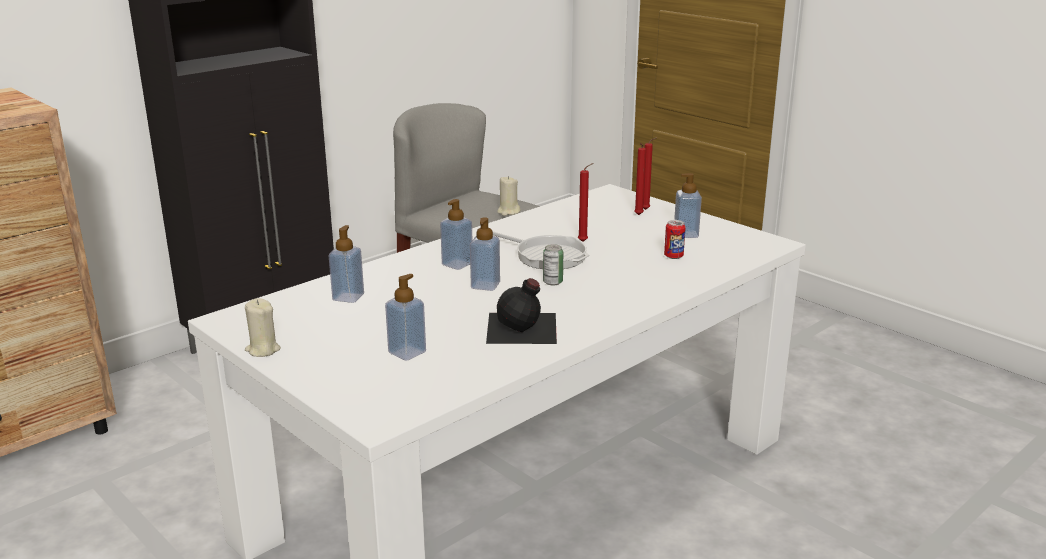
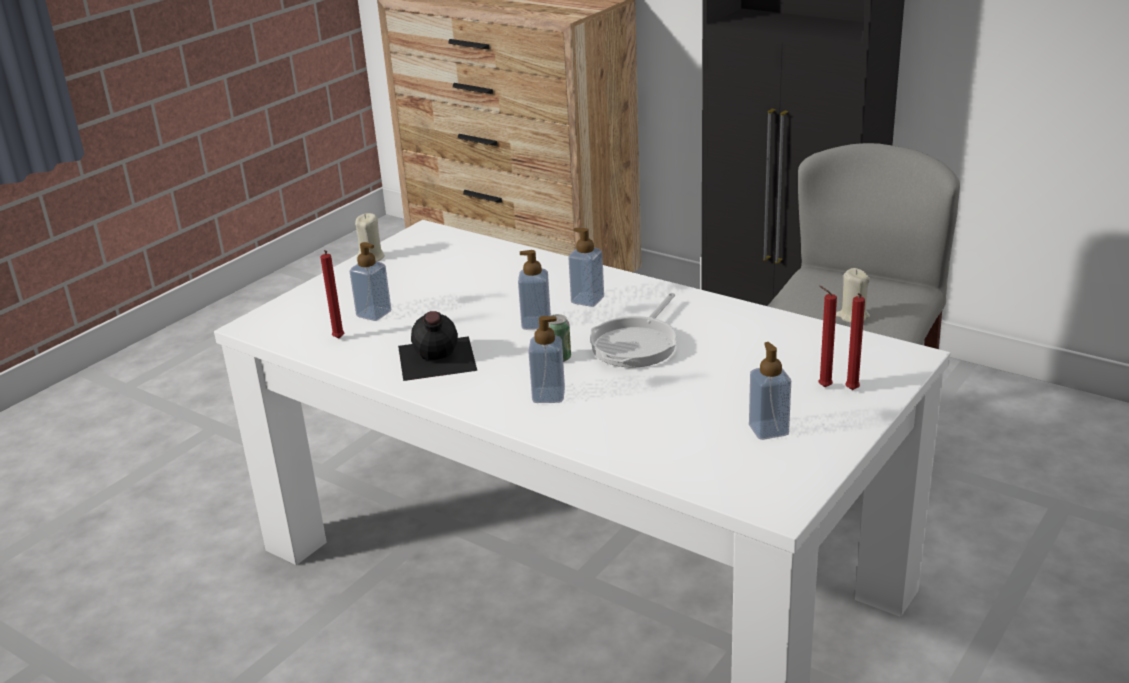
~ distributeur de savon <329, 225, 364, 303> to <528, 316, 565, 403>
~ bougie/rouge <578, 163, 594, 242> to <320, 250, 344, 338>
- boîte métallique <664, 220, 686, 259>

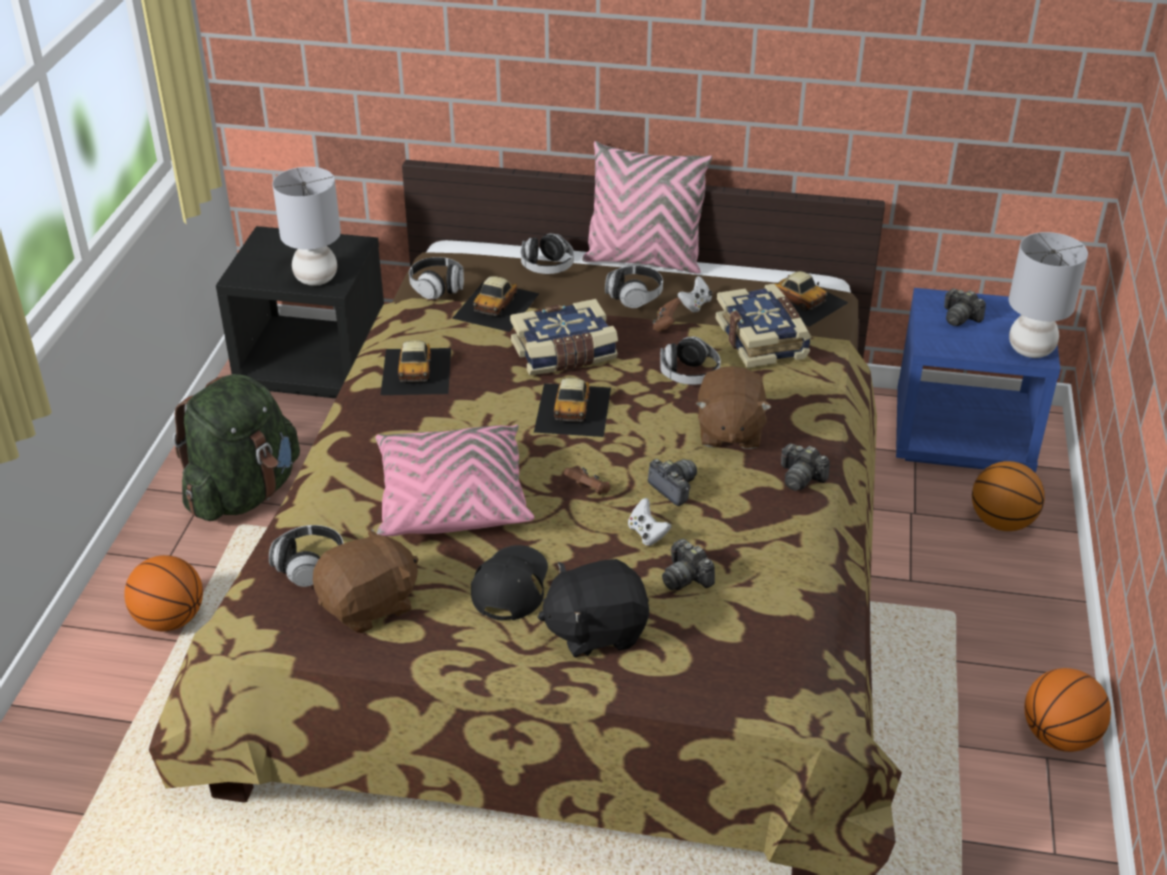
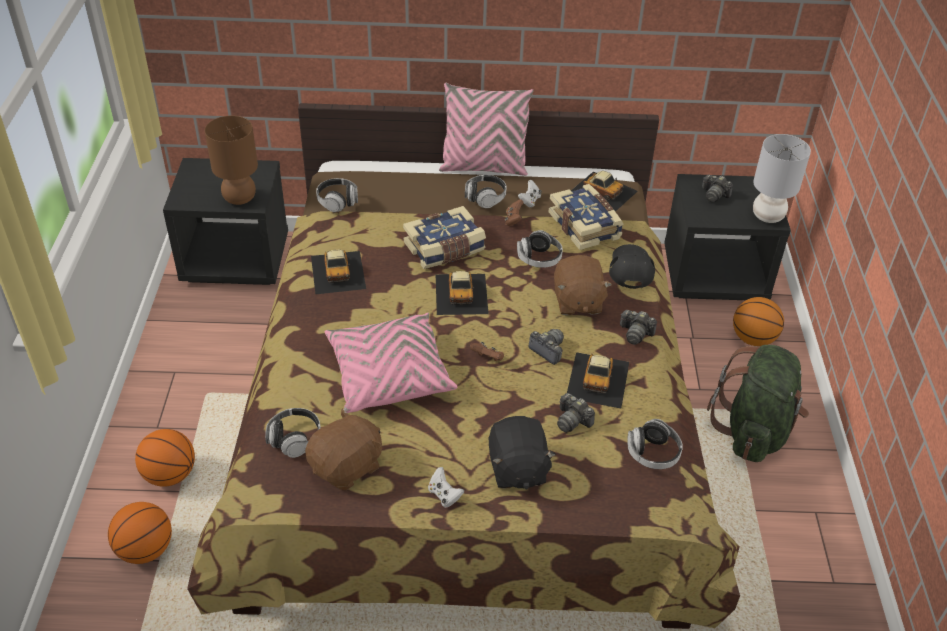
~ sac à dos/vert <173, 374, 300, 521> to <707, 345, 809, 462>
~ lampe de table/gris <272, 167, 341, 286> to lampe de table/marron <205, 116, 258, 205>
~ petite voiture <452, 276, 540, 332> to <567, 352, 630, 408>
~ casquette/noir <471, 545, 548, 620> to <609, 244, 655, 289>
~ casque audio <521, 233, 574, 274> to <627, 419, 683, 469>
~ peluche/noir <538, 559, 649, 658> = <489, 416, 556, 490> 75 degrees counterclockwise
~ manette/blanc <628, 498, 671, 546> to <428, 467, 464, 508>
~ table de chevet/bleu <896, 288, 1061, 473> to table de chevet/noir <664, 174, 791, 300>
~ ballon de basket <1024, 668, 1111, 752> to <108, 502, 172, 564>

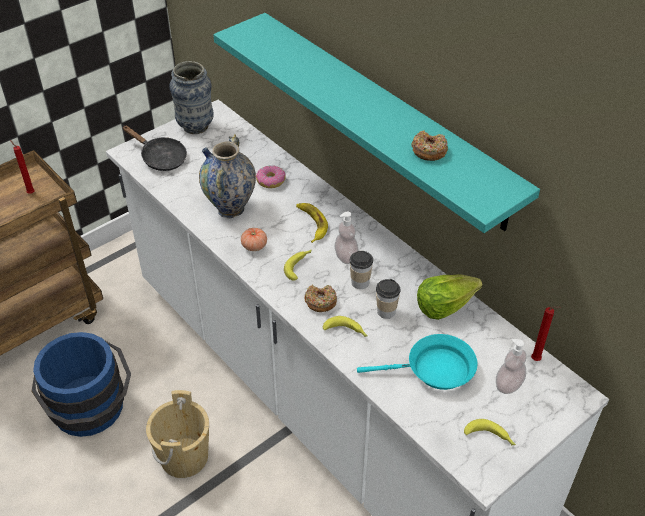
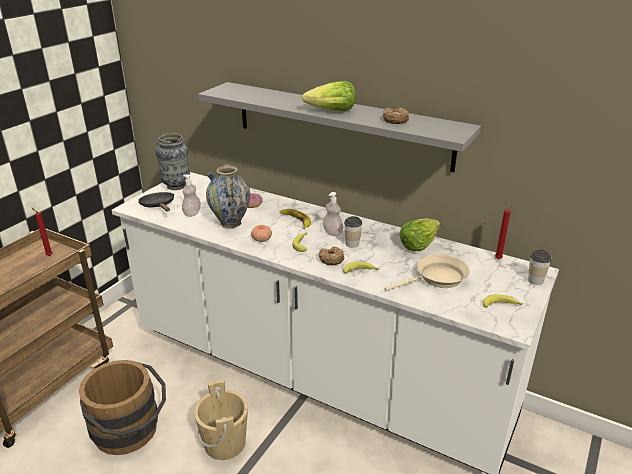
~ seau/bleu <32, 332, 131, 437> to seau/marron <79, 360, 166, 455>
~ poêle/noir <122, 126, 187, 171> = <138, 192, 174, 212> 135 degrees counterclockwise
~ étagère/turquoise <213, 13, 540, 233> to étagère/gris <198, 82, 481, 172>
~ poêle/turquoise <357, 334, 478, 390> to poêle/beige <385, 254, 470, 291>
~ tasse <376, 279, 401, 319> to <528, 249, 552, 285>
~ distributeur de savon <496, 339, 527, 394> to <182, 174, 201, 217>
+ laitue <302, 81, 355, 111>

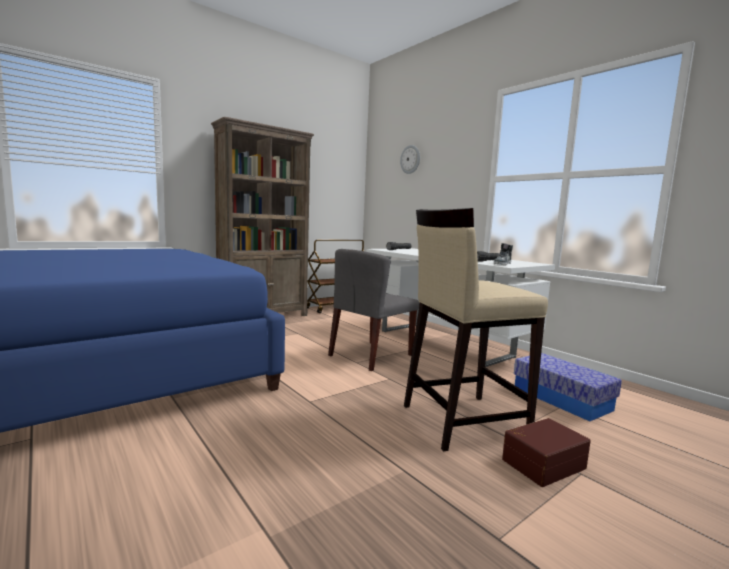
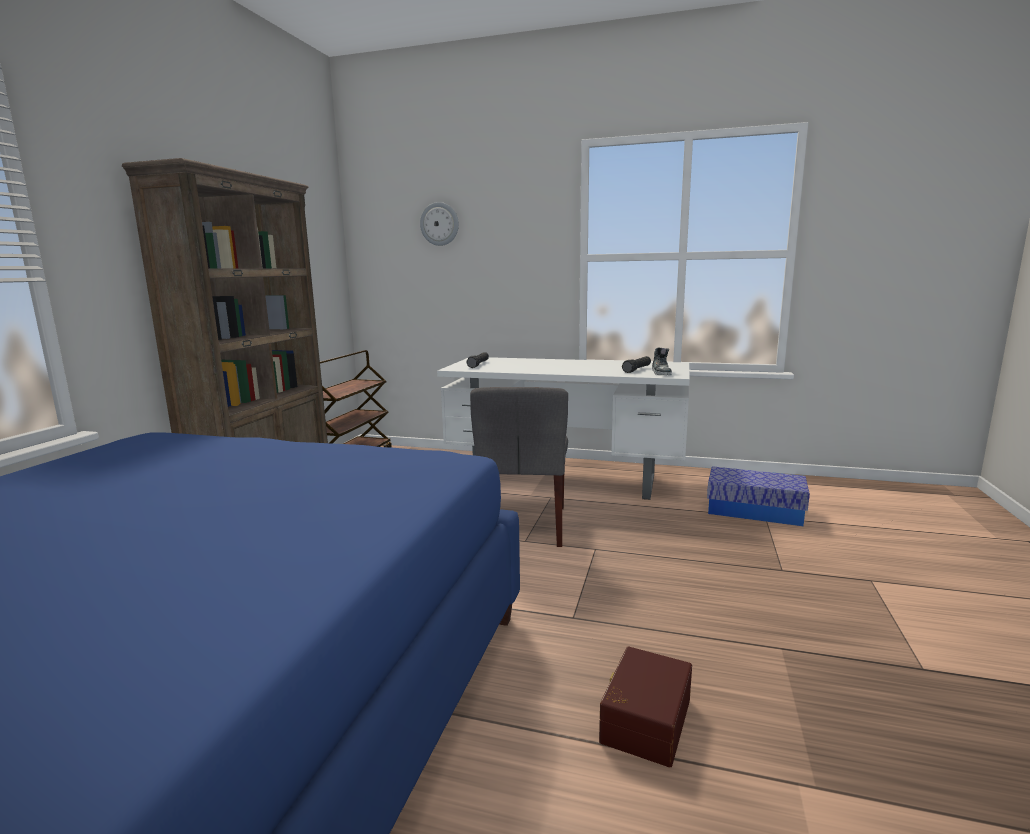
- tabouret/beige <404, 208, 548, 452>
~ boîte de rangement/marron <502, 418, 591, 487> to <599, 646, 692, 767>

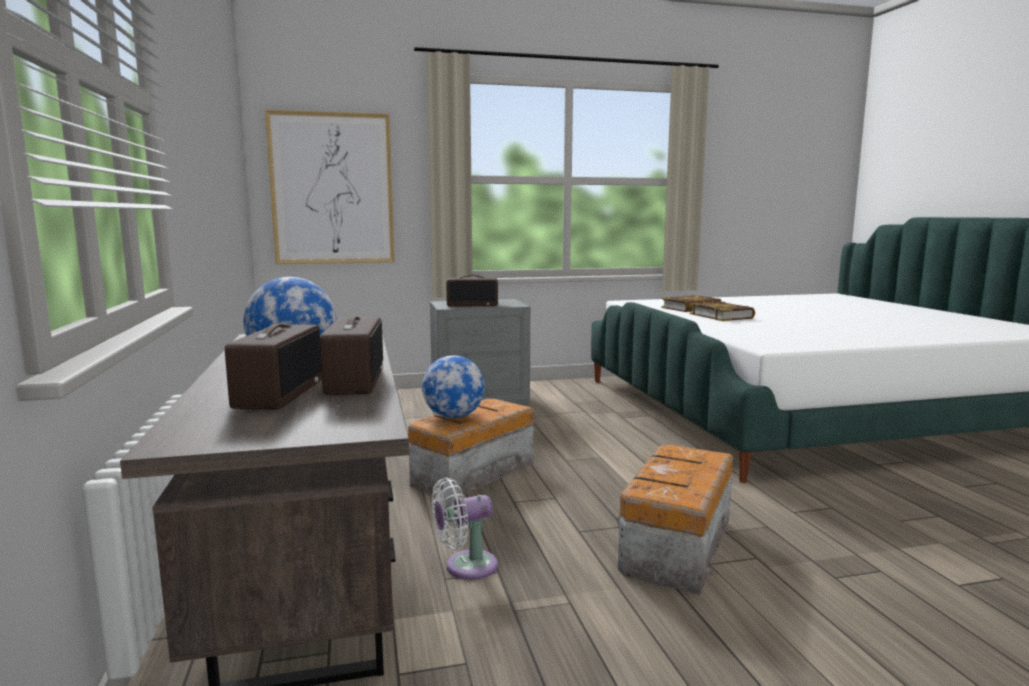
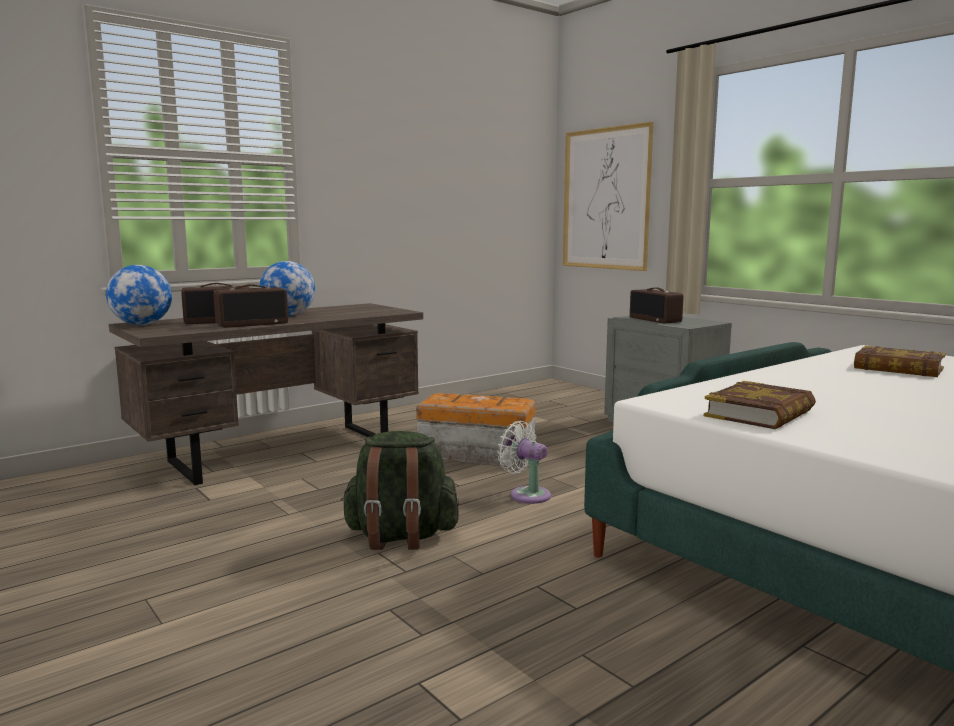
~ globe <422, 355, 485, 418> to <106, 265, 172, 325>
~ ventilateur/blanc <432, 478, 498, 580> to <497, 421, 551, 504>
~ boîte de rangement <617, 445, 733, 595> to sac à dos/vert <340, 431, 459, 550>
~ livre <690, 302, 755, 321> to <704, 381, 816, 429>

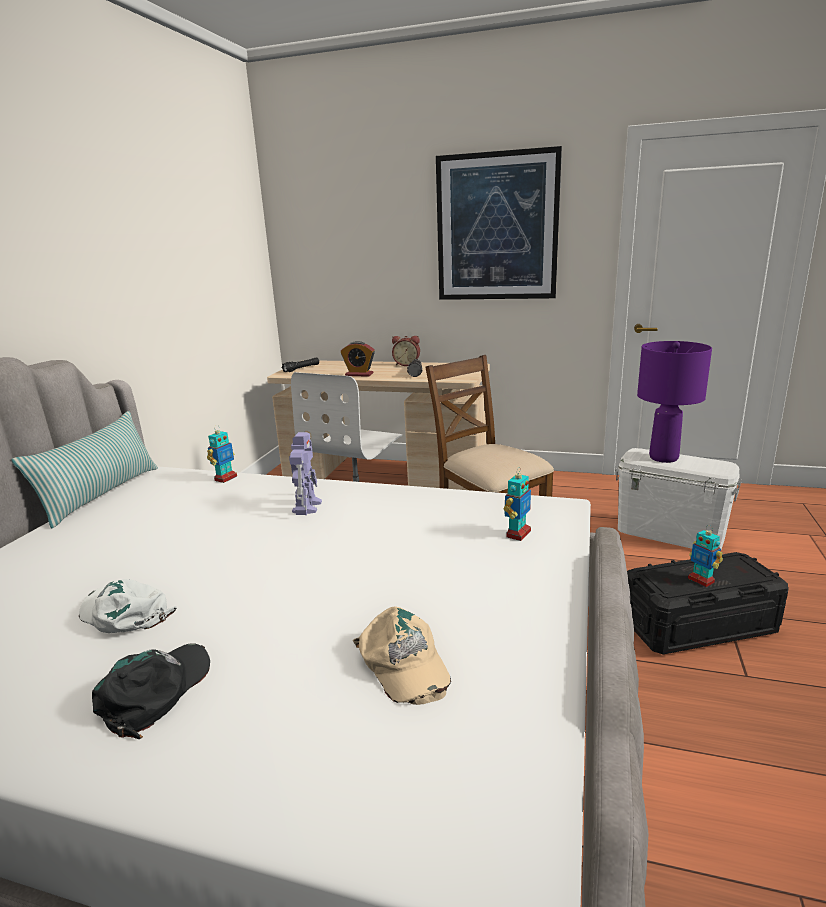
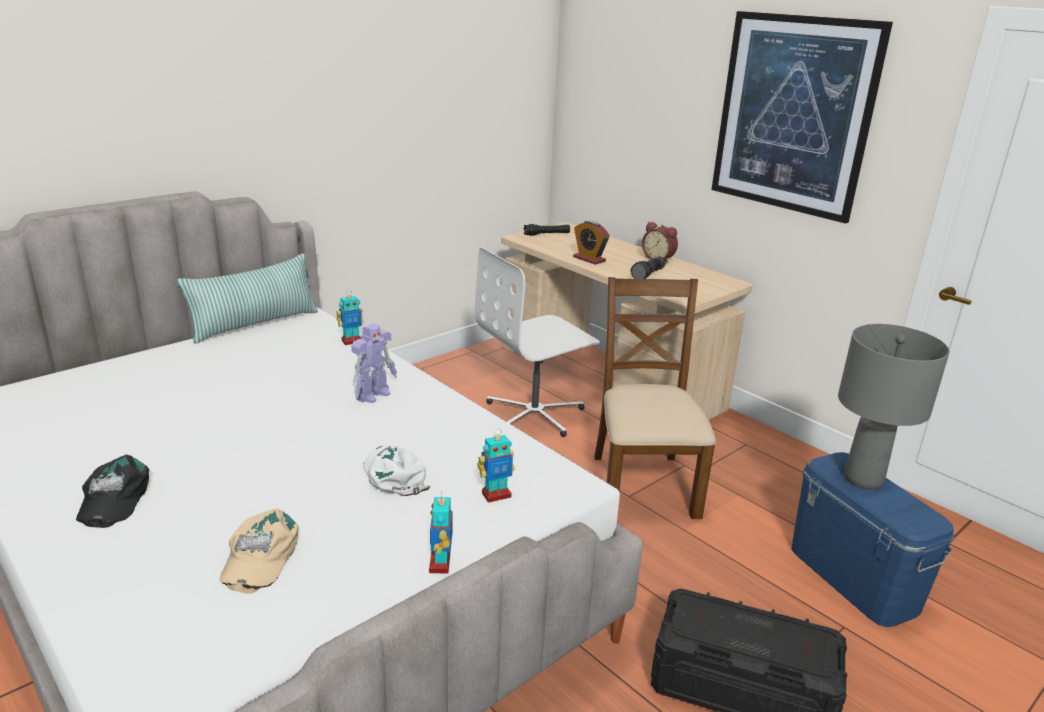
~ casquette/blanc <79, 579, 177, 633> to <363, 445, 430, 496>
~ casquette/noir <92, 643, 210, 739> = <76, 455, 149, 528> 120 degrees clockwise
~ boîte de rangement/blanc <616, 448, 742, 549> to boîte de rangement/bleu <791, 452, 954, 627>
~ lampe de table/violet <637, 341, 712, 463> to lampe de table/gris <838, 324, 950, 490>
~ robot jouet <688, 525, 723, 587> to <429, 491, 453, 574>

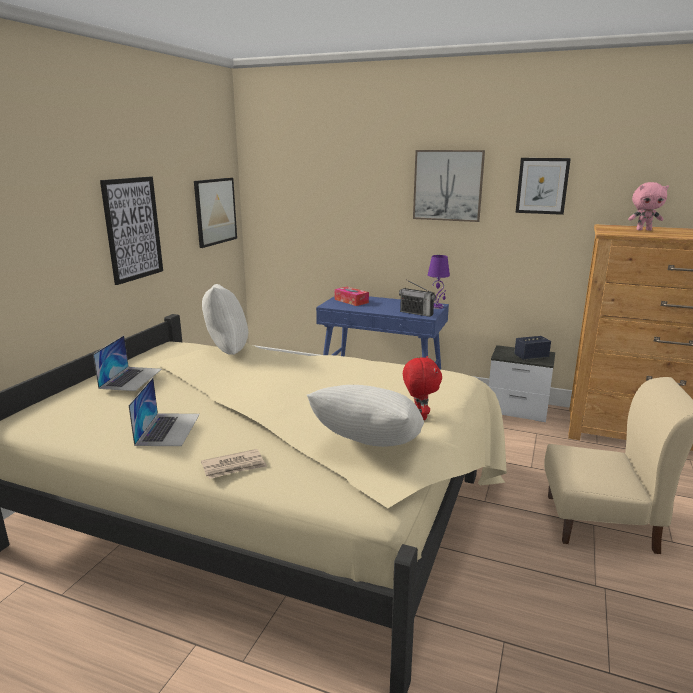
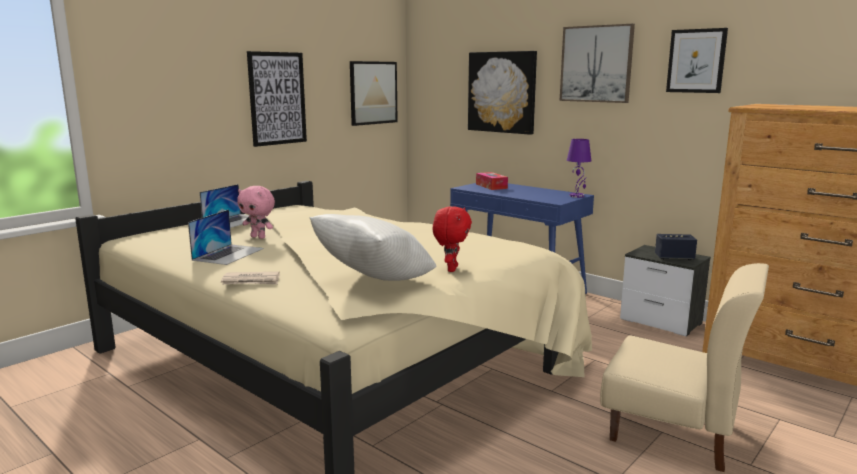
- coussin/blanc <202, 284, 248, 355>
- radio <399, 280, 436, 317>
~ peluche/rose <628, 182, 669, 231> to <237, 186, 275, 239>
+ tableau <468, 51, 537, 135>

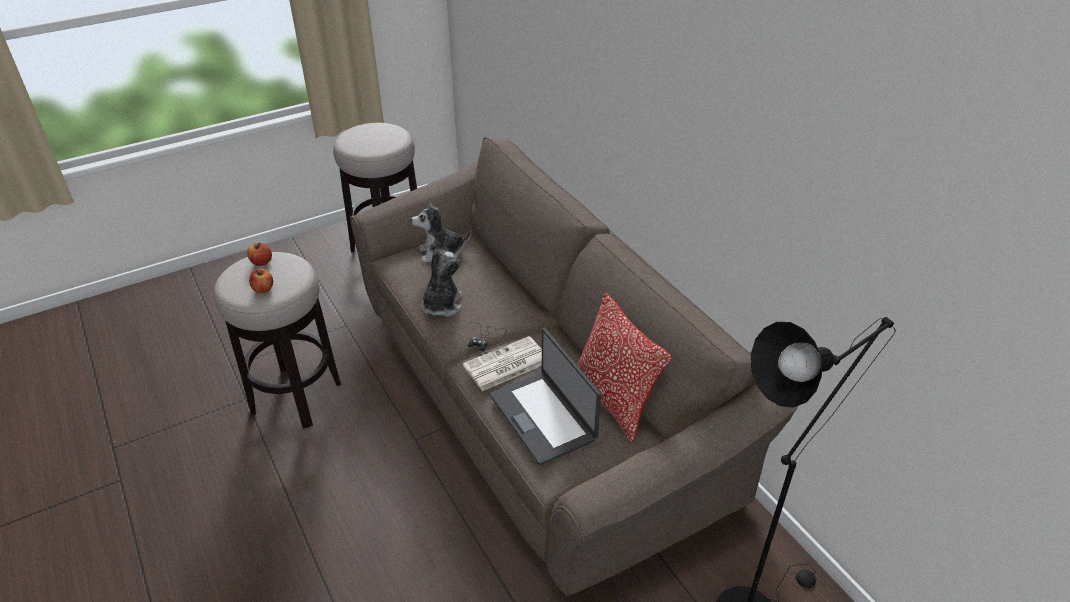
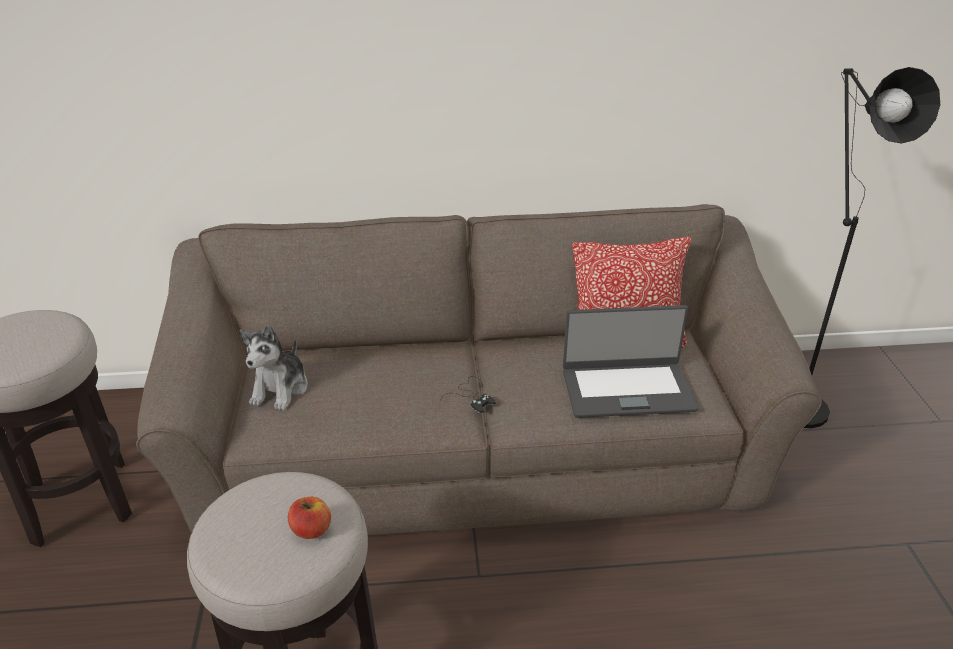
- pomme <247, 243, 272, 266>
- peluche <422, 249, 462, 317>
- journal <463, 336, 542, 391>

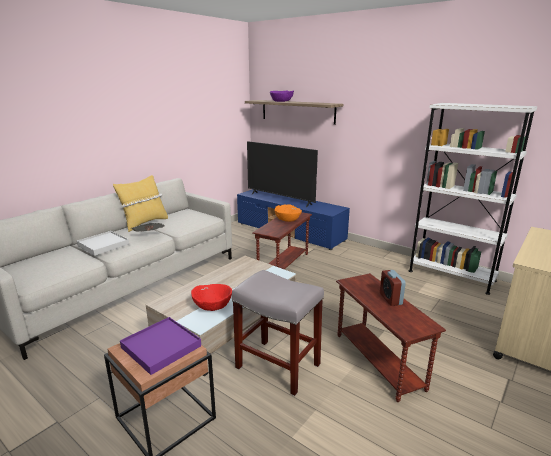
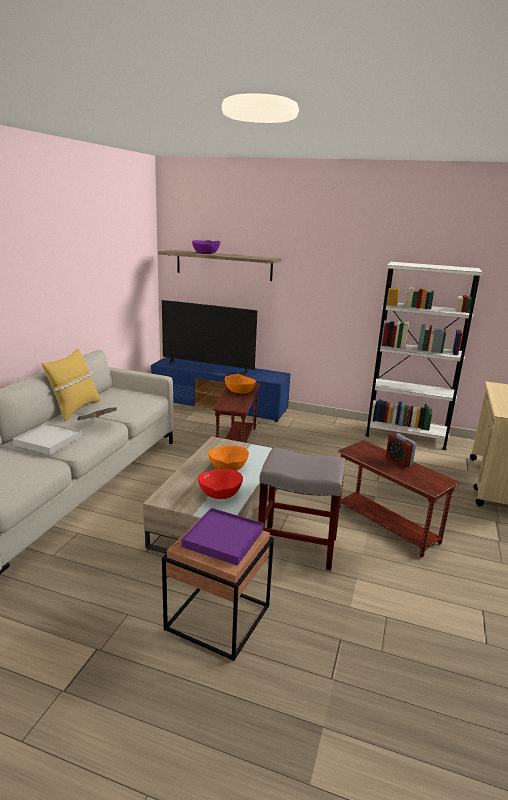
+ bol/orange <208, 445, 249, 471>

